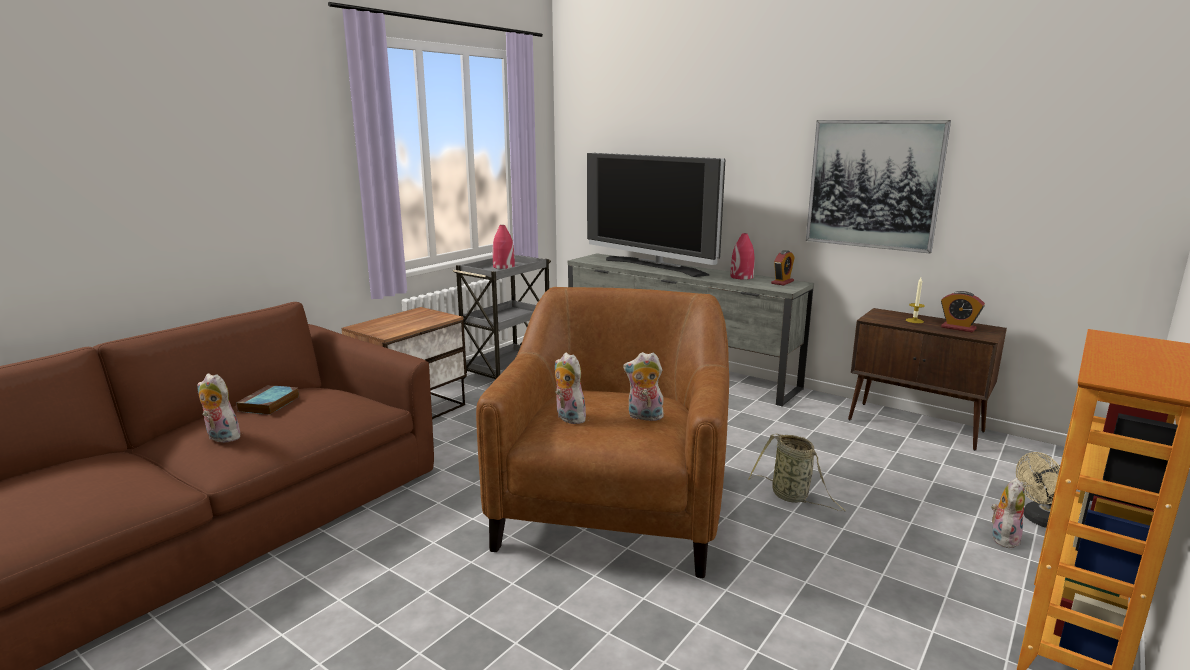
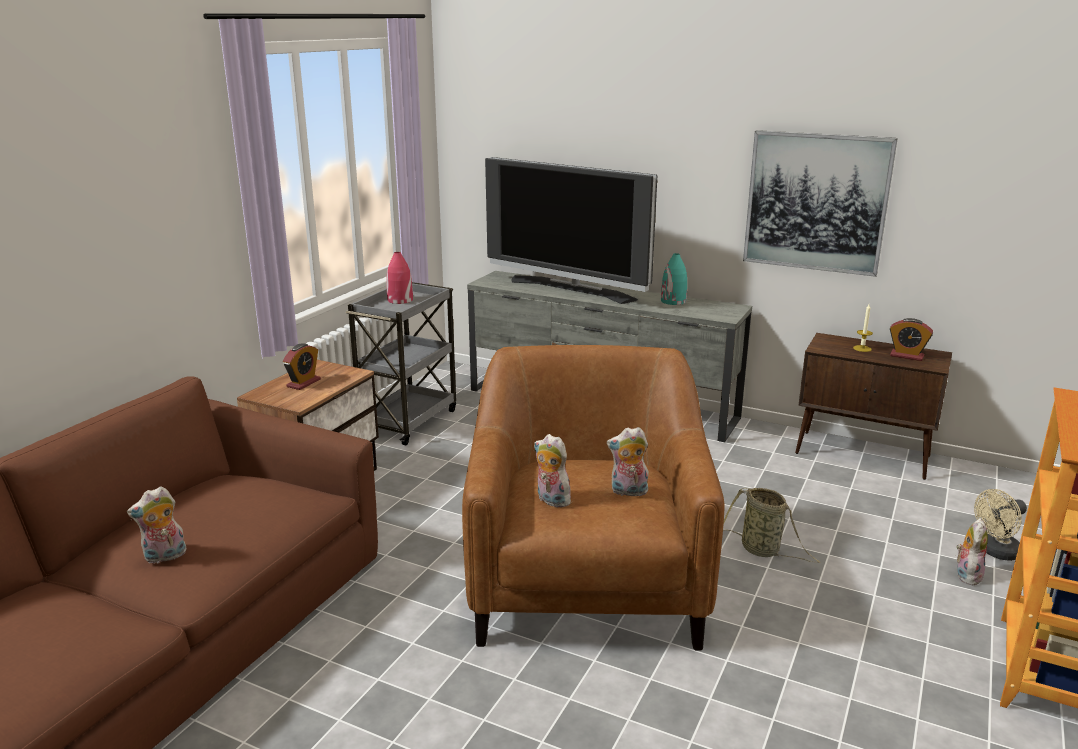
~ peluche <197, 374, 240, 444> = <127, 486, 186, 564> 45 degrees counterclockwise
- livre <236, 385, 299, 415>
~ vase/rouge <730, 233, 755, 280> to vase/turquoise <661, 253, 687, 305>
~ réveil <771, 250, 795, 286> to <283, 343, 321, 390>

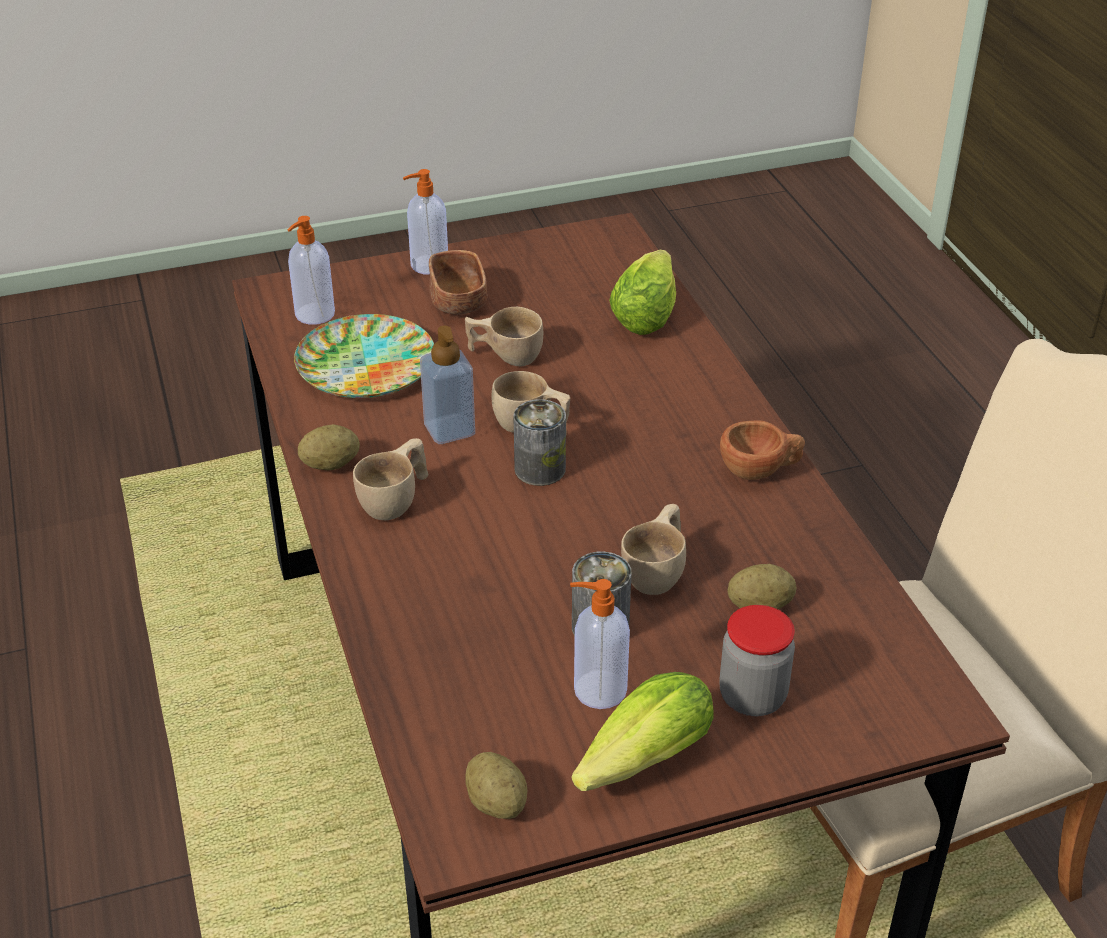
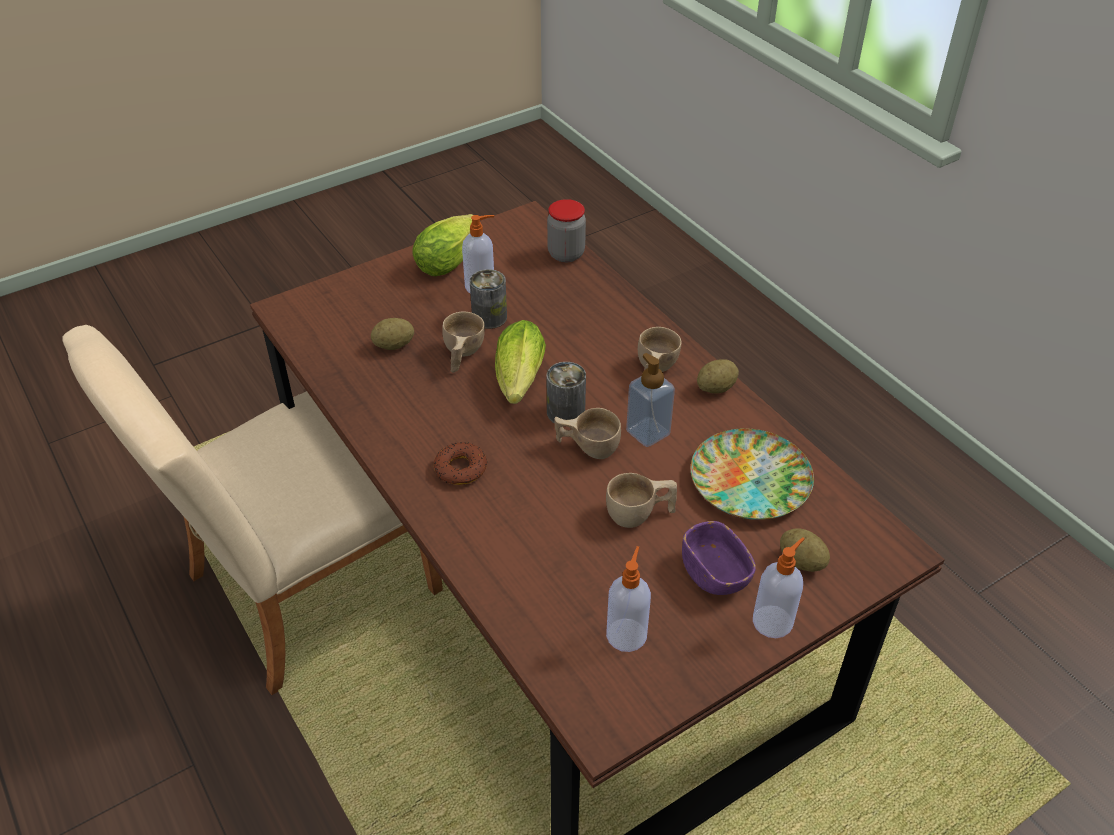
~ distributeur de savon <287, 216, 335, 325> to <606, 546, 651, 652>
~ bol/marron <429, 250, 488, 315> to bol/violet <682, 521, 756, 595>
~ pomme de terre <466, 752, 528, 819> to <780, 528, 830, 572>
~ laitue <609, 250, 676, 335> to <495, 320, 546, 404>
~ bocal <719, 605, 795, 716> to <547, 199, 586, 262>
- tasse/marron <720, 420, 805, 480>
+ beignet <434, 442, 487, 485>

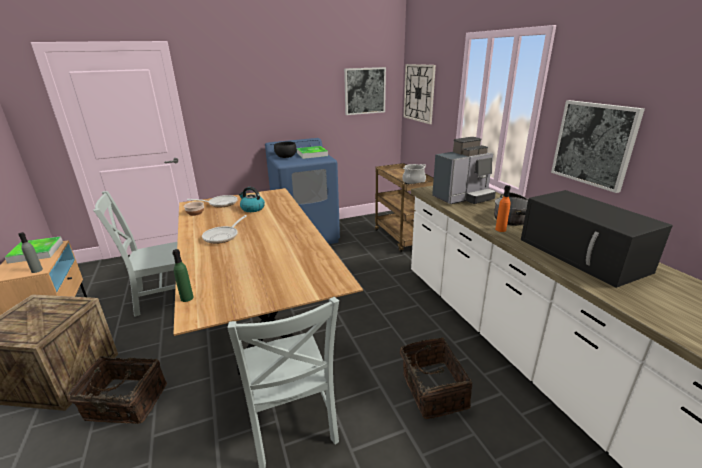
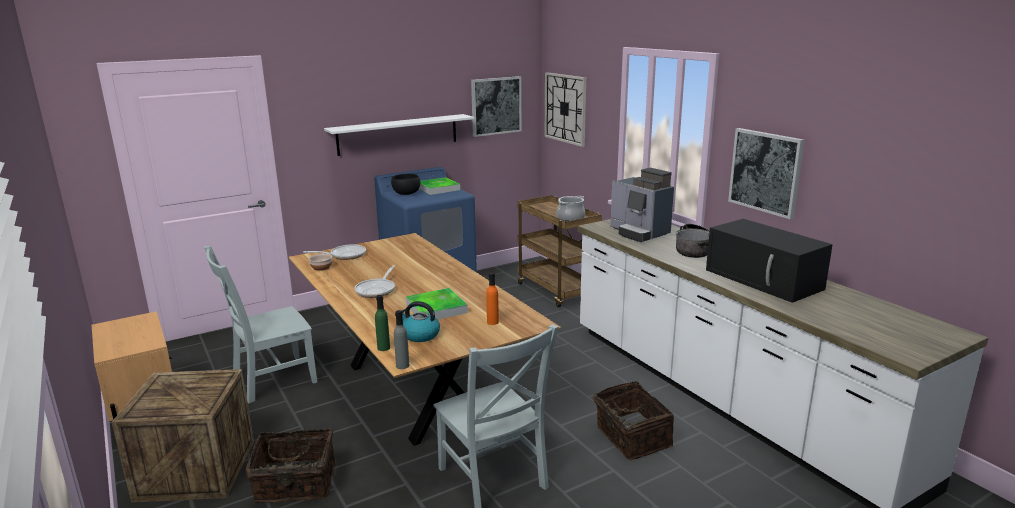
~ plateau <5, 237, 63, 264> to <406, 288, 468, 320>
~ bouteille/gris <19, 232, 43, 273> to <394, 310, 409, 369>
~ bouilloire <239, 187, 265, 212> to <401, 301, 440, 342>
~ machine à café <432, 137, 496, 204> = <610, 168, 674, 242> 90 degrees clockwise
~ bouteille/orange <495, 185, 511, 232> to <486, 272, 499, 325>
+ étagère/blanc <324, 114, 474, 156>

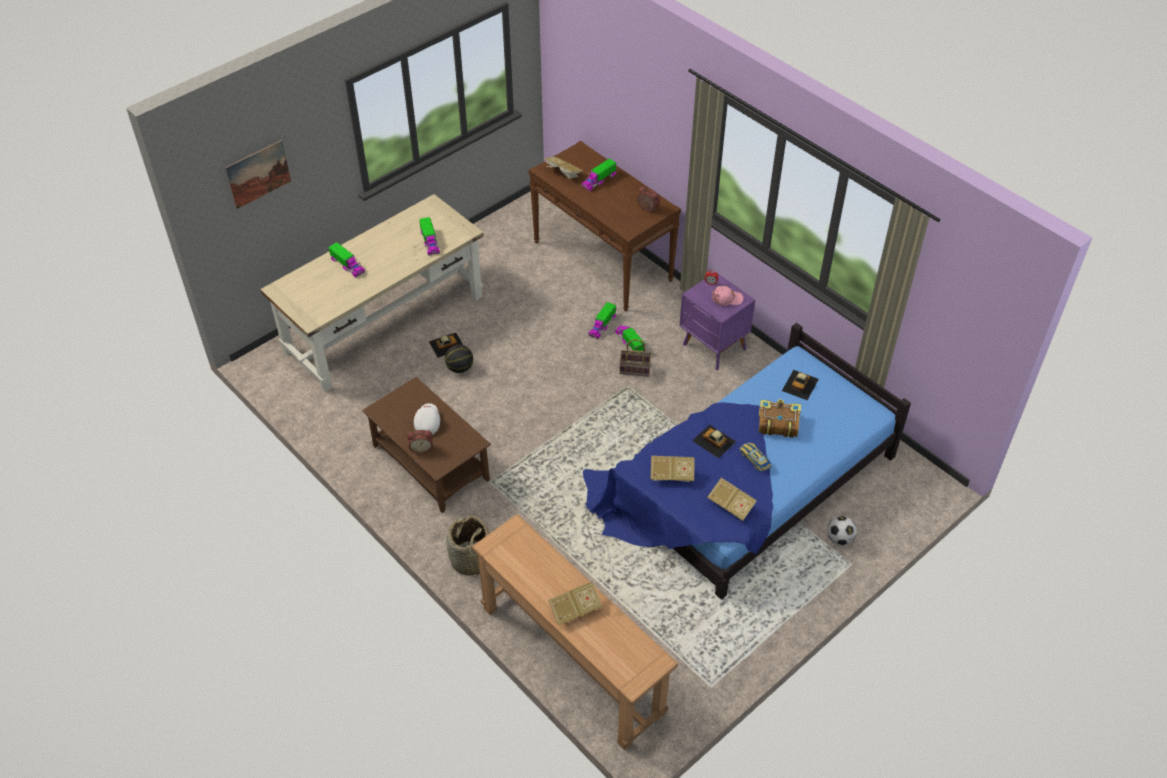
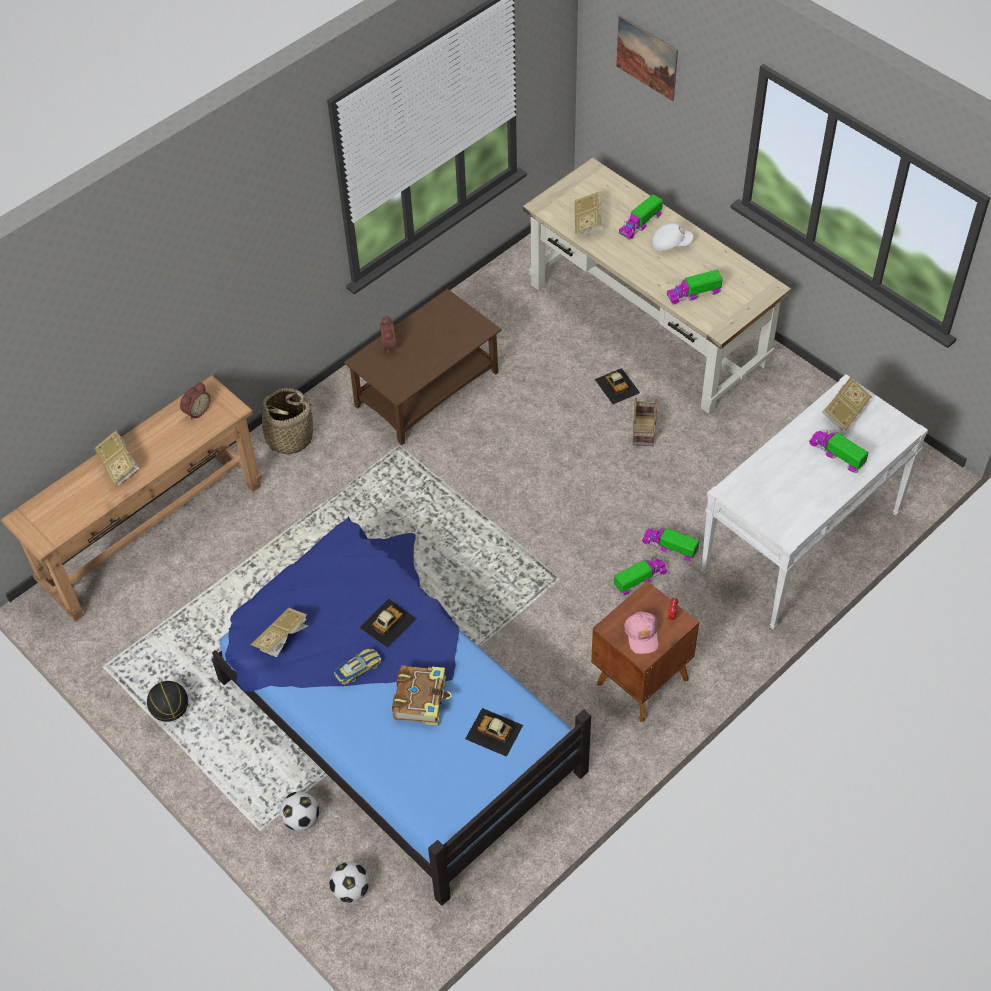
~ casquette/blanc <414, 403, 440, 435> to <651, 223, 693, 251>
~ ballon de basket <445, 345, 473, 373> to <147, 681, 188, 722>
~ table console/marron <529, 141, 681, 311> to table console/blanc <701, 374, 928, 630>
~ panier <619, 339, 652, 377> to <633, 398, 657, 446>
~ réveil <637, 186, 660, 212> to <180, 382, 210, 420>
~ livre <651, 456, 695, 482> to <575, 192, 603, 237>
~ table de chevet/violet <680, 272, 755, 370> to table de chevet/marron <591, 581, 699, 722>
+ ballon de foot <329, 862, 369, 903>

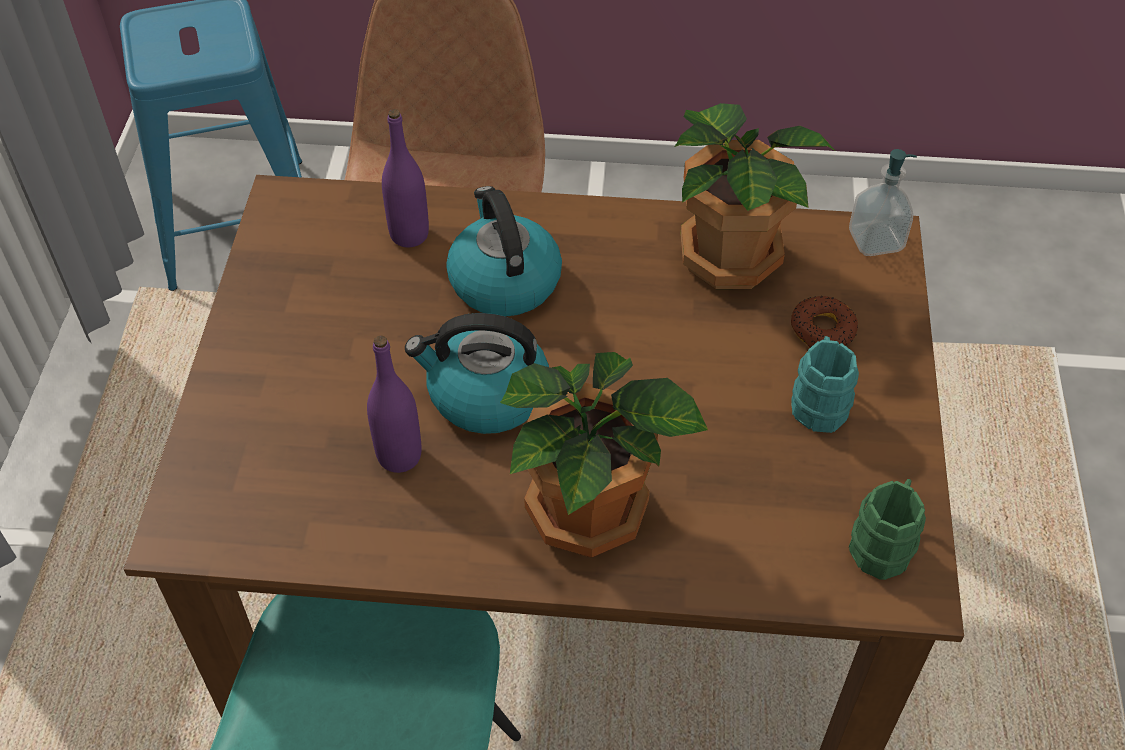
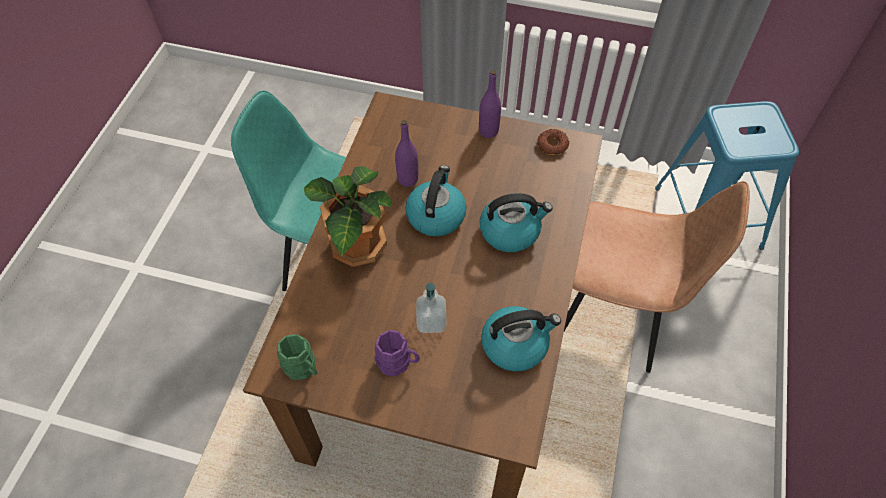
~ bouteille/violet <382, 109, 429, 247> to <479, 70, 501, 138>
~ plante en pot <675, 103, 835, 289> to bouilloire <481, 306, 561, 372>
~ beignet <791, 296, 858, 348> to <537, 129, 569, 155>
~ mug/turquoise <791, 336, 859, 433> to mug/violet <374, 330, 420, 377>
~ distributeur de savon <849, 149, 917, 256> to <416, 283, 446, 333>

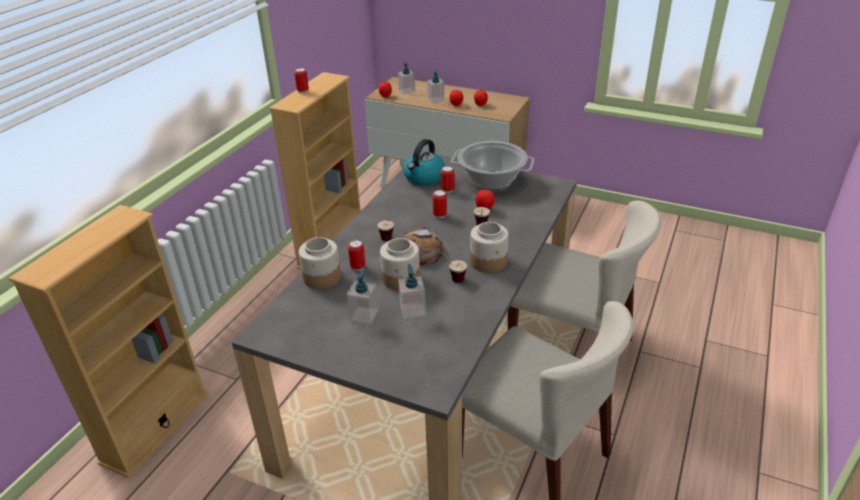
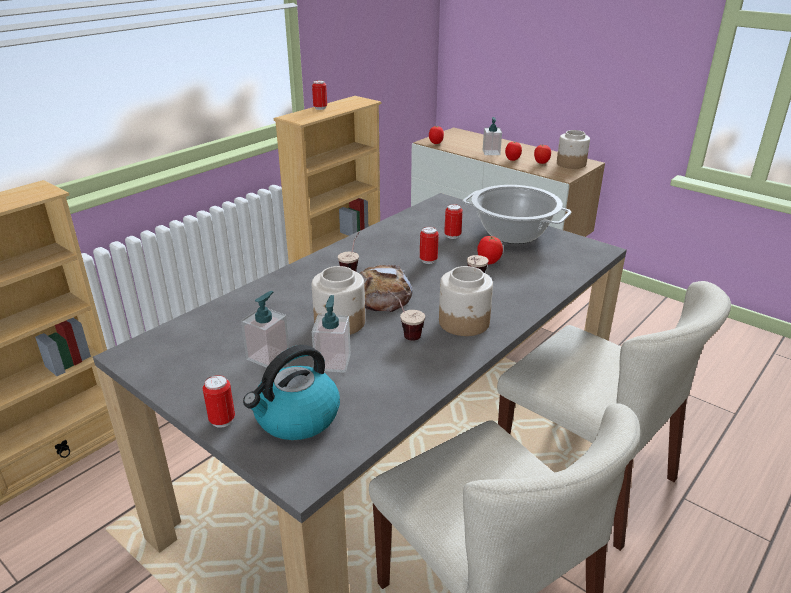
~ bocal <299, 237, 341, 289> to <557, 130, 590, 169>
~ boîte métallique <348, 240, 366, 271> to <203, 375, 235, 428>
- distributeur de savon <398, 61, 415, 94>
~ bouilloire <403, 139, 445, 185> to <243, 345, 340, 440>

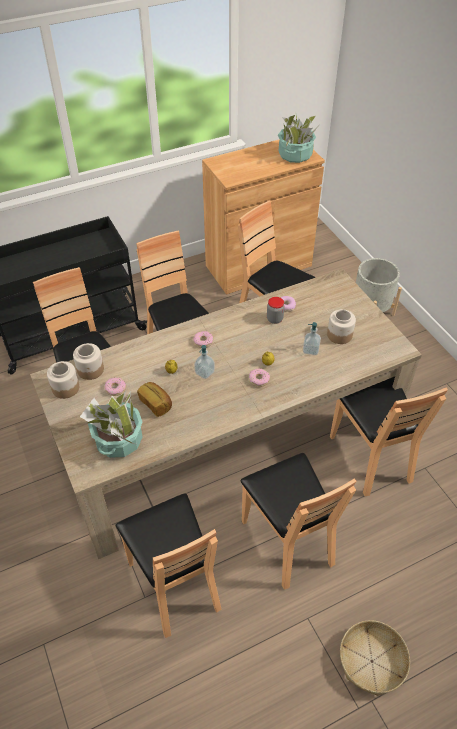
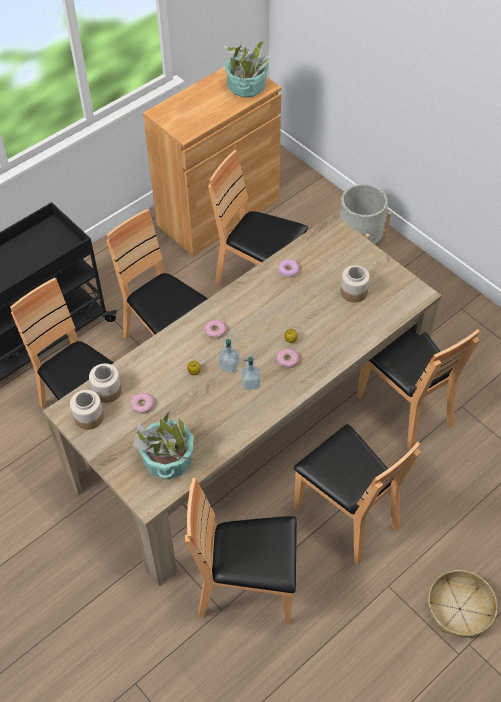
~ chaise/marron <116, 493, 222, 638> = <185, 478, 297, 625> 135 degrees clockwise
- pain <137, 382, 172, 417>
- bocal <267, 297, 284, 324>
~ distributeur de savon <303, 322, 321, 355> to <242, 357, 260, 390>

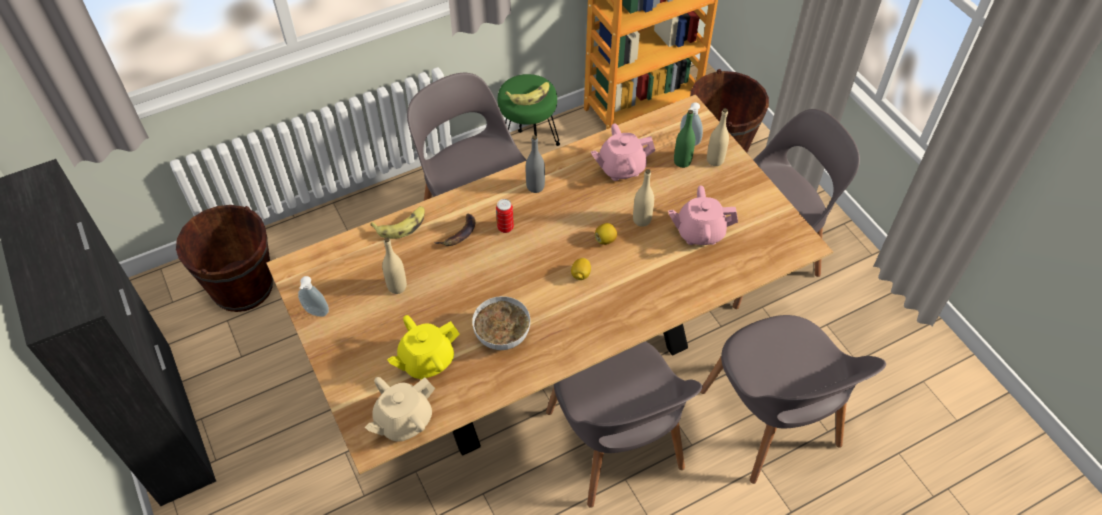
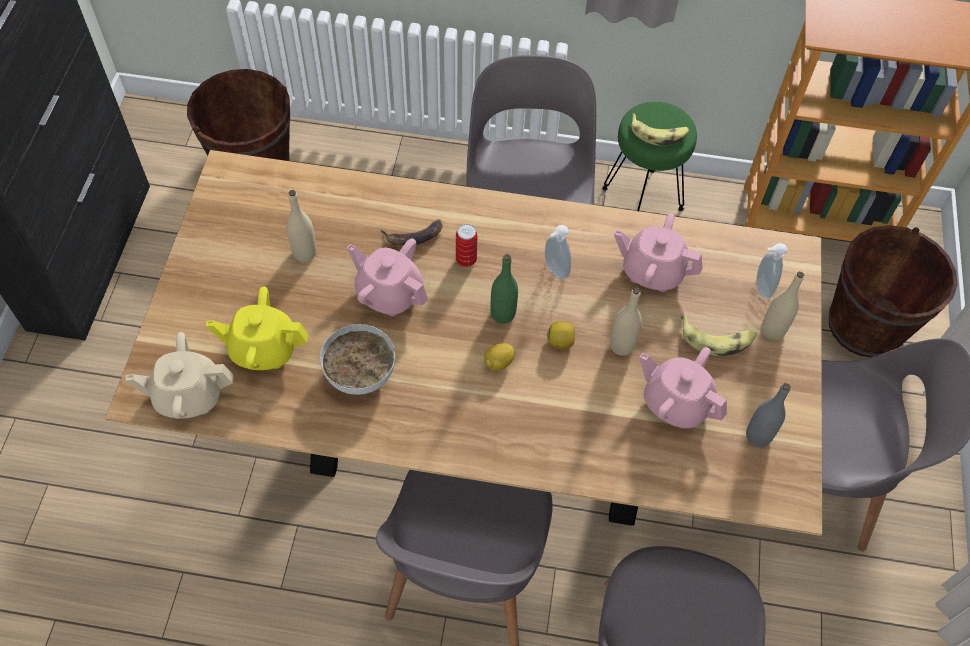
~ distributeur de savon <298, 276, 329, 317> to <545, 225, 571, 280>
~ banane <370, 206, 425, 239> to <681, 315, 757, 357>
~ bouteille/gris <526, 135, 545, 193> to <746, 383, 790, 447>
~ bouteille/vert <674, 110, 695, 168> to <490, 254, 518, 324>
+ théière/rose <347, 238, 428, 316>

